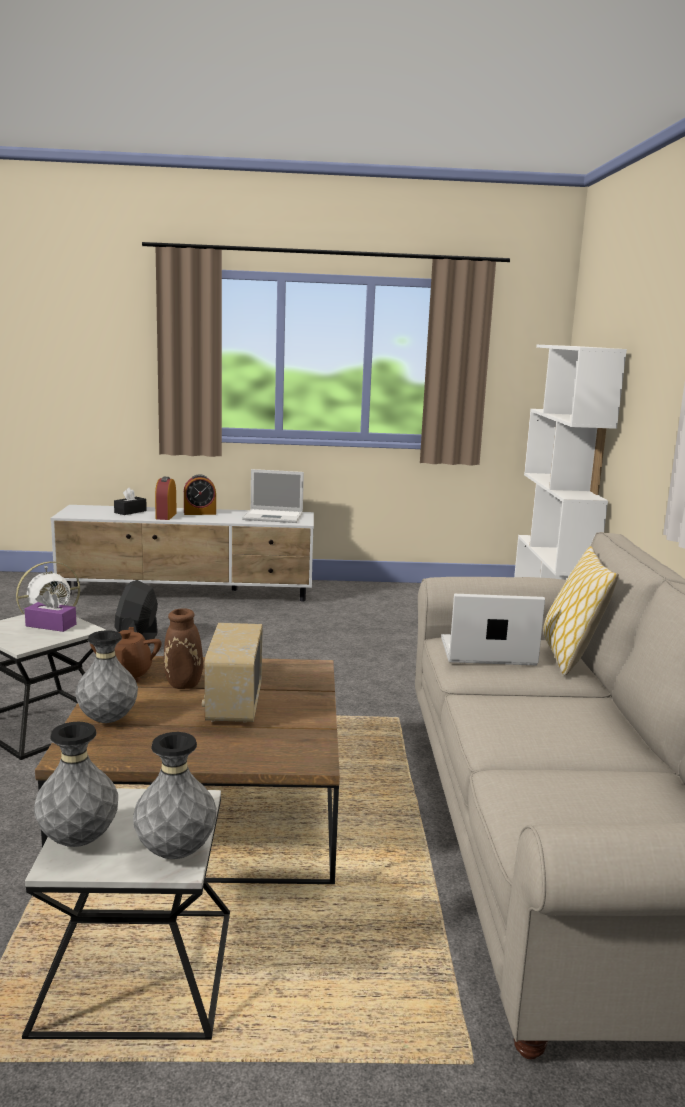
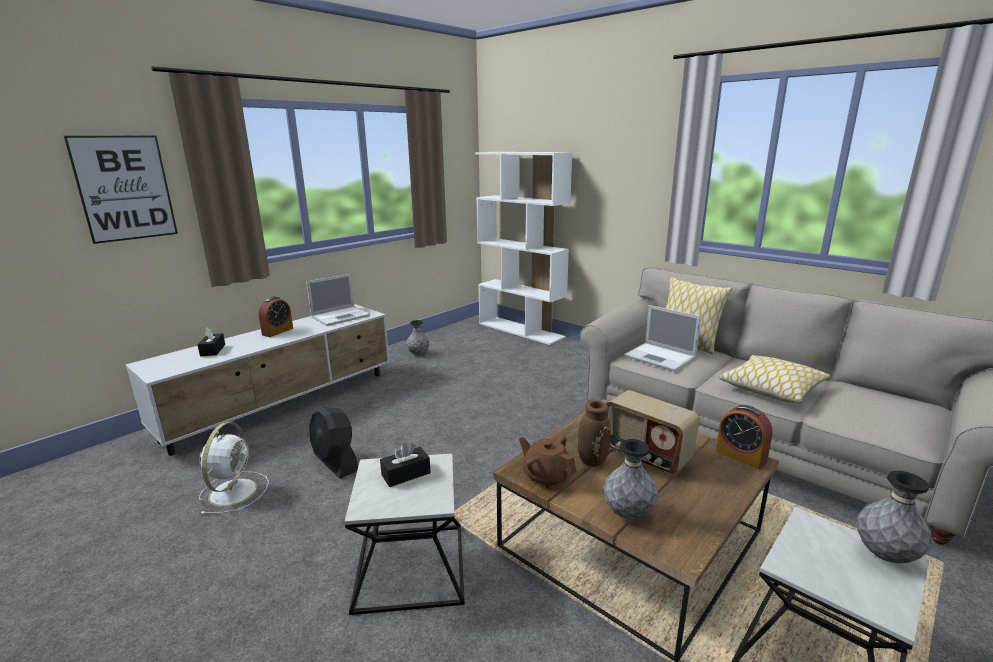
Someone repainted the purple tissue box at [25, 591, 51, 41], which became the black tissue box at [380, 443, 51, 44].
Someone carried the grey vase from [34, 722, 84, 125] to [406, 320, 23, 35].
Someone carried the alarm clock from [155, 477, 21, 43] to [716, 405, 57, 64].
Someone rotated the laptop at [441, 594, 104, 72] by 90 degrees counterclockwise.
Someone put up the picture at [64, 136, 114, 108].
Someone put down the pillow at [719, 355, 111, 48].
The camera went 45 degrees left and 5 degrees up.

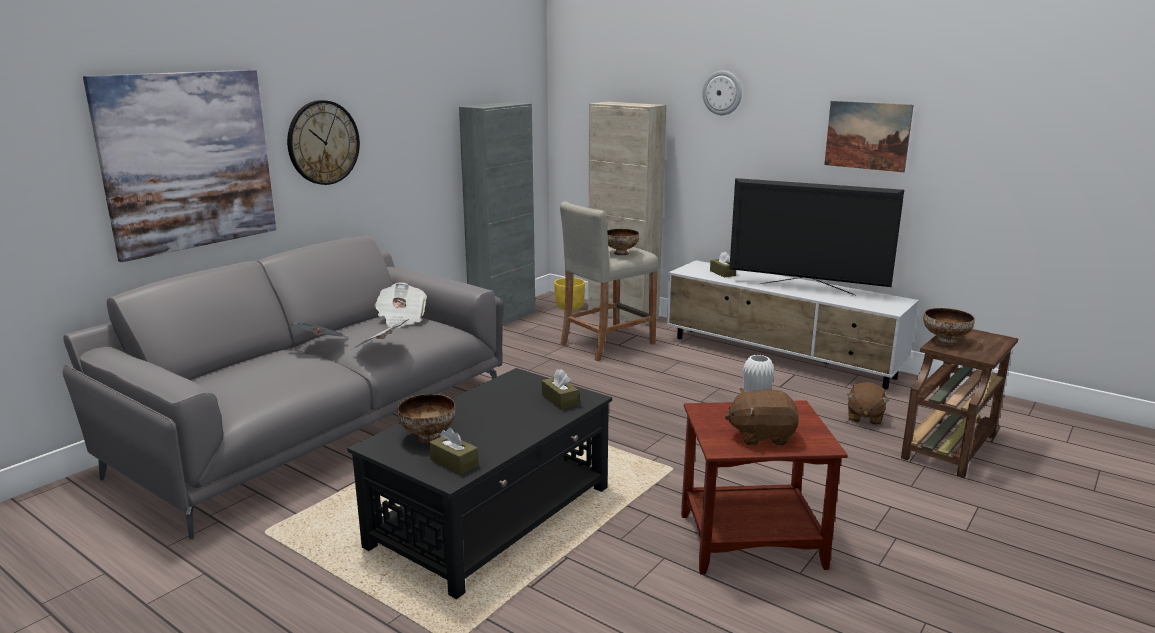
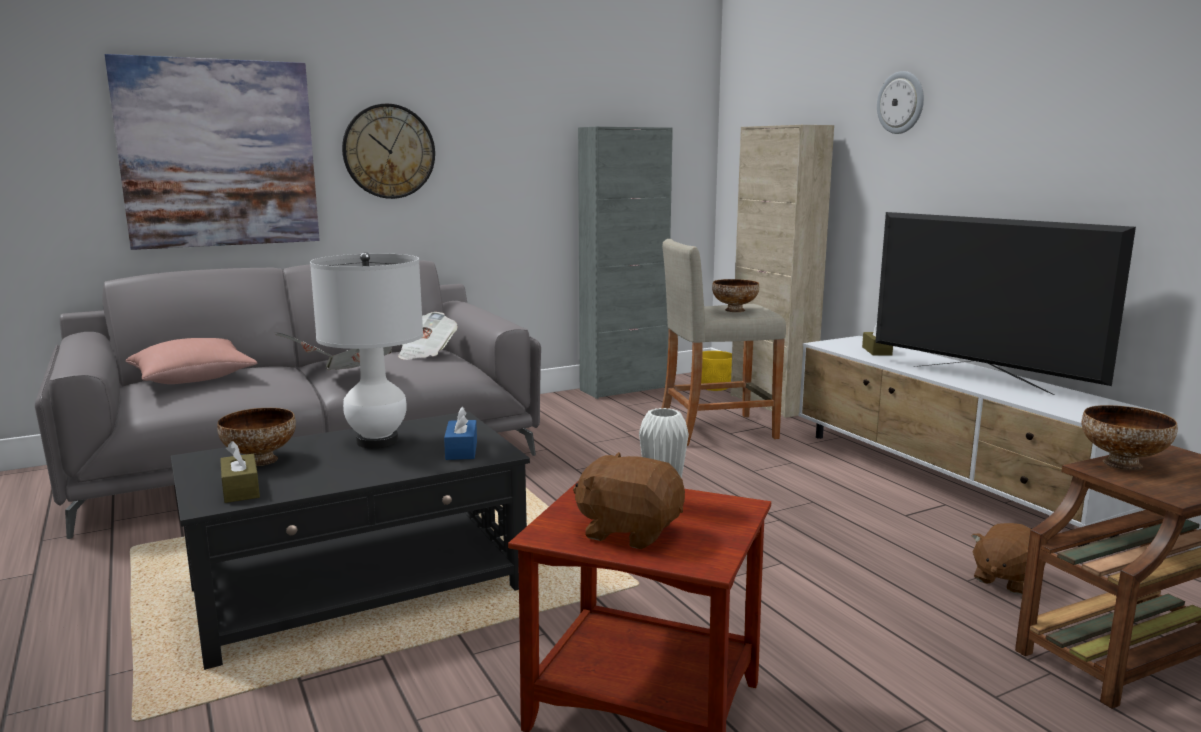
Someone repainted the brown tissue box at [542, 369, 37, 41], which became the blue tissue box at [444, 407, 33, 53].
Someone took away the picture at [824, 101, 90, 71].
Someone put down the pink pillow at [126, 338, 131, 46].
Someone put down the white table lamp at [310, 252, 113, 196].
The camera went 25 degrees right and 5 degrees down.

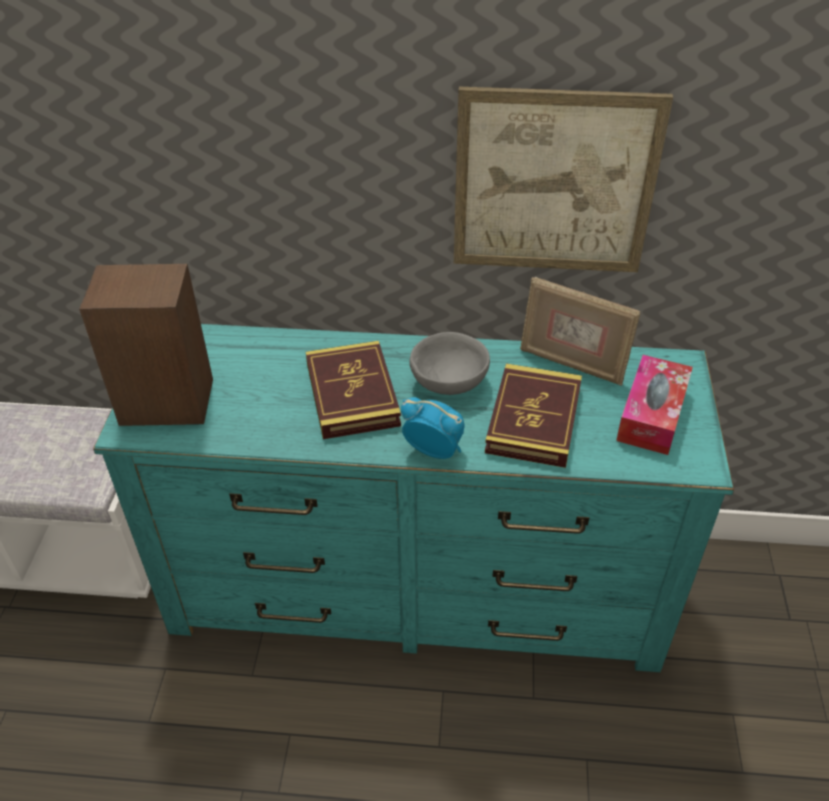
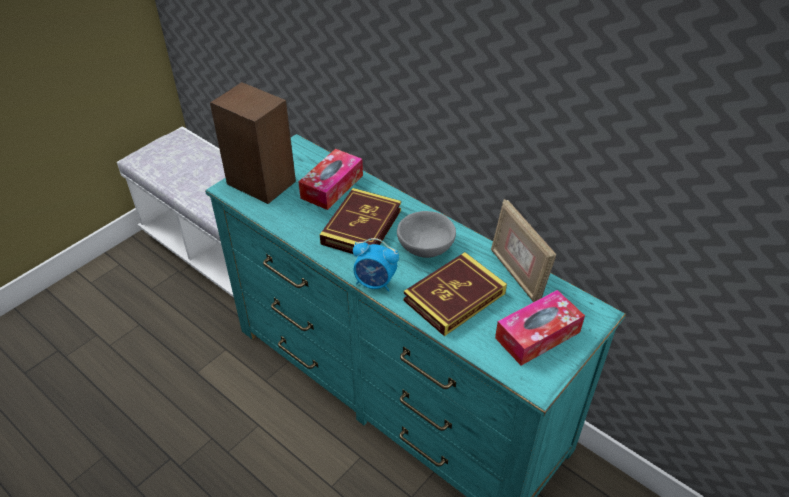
Someone rotated the alarm clock at [401, 397, 64, 62] by 135 degrees clockwise.
Someone took away the picture at [454, 87, 219, 185].
Someone put down the tissue box at [298, 149, 65, 61].
The camera went 35 degrees right and 0 degrees up.

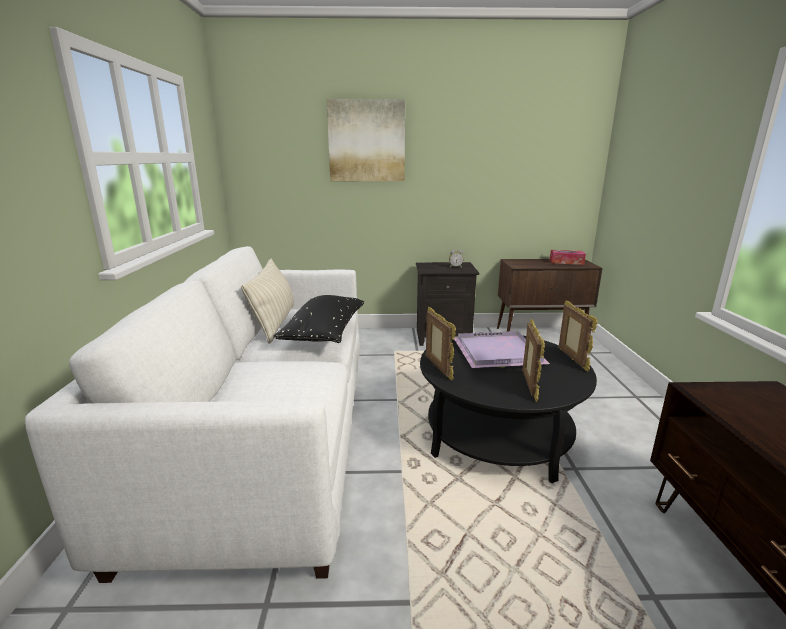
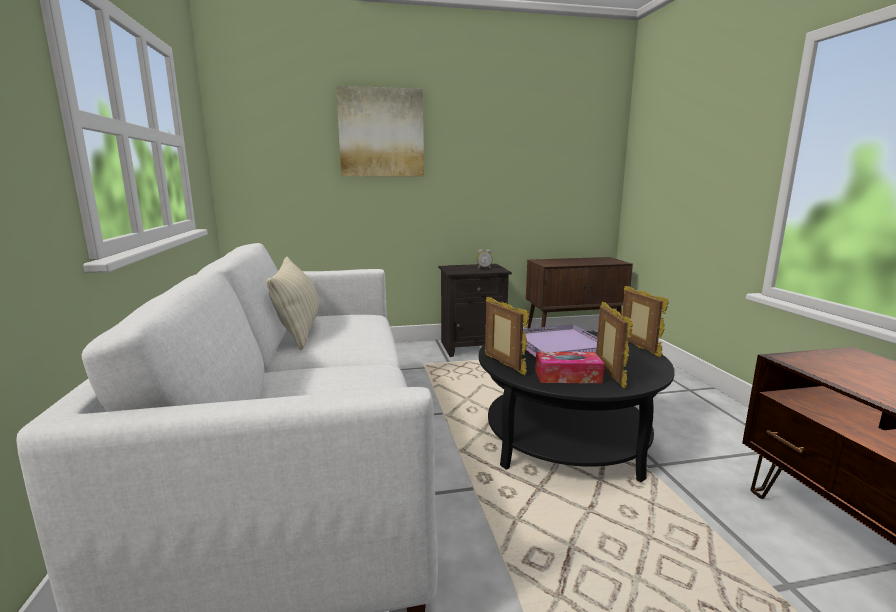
Someone took away the black pillow at [273, 295, 91, 48].
Someone carried the tissue box from [550, 250, 36, 15] to [535, 352, 69, 31].
The camera went 10 degrees left and 5 degrees down.

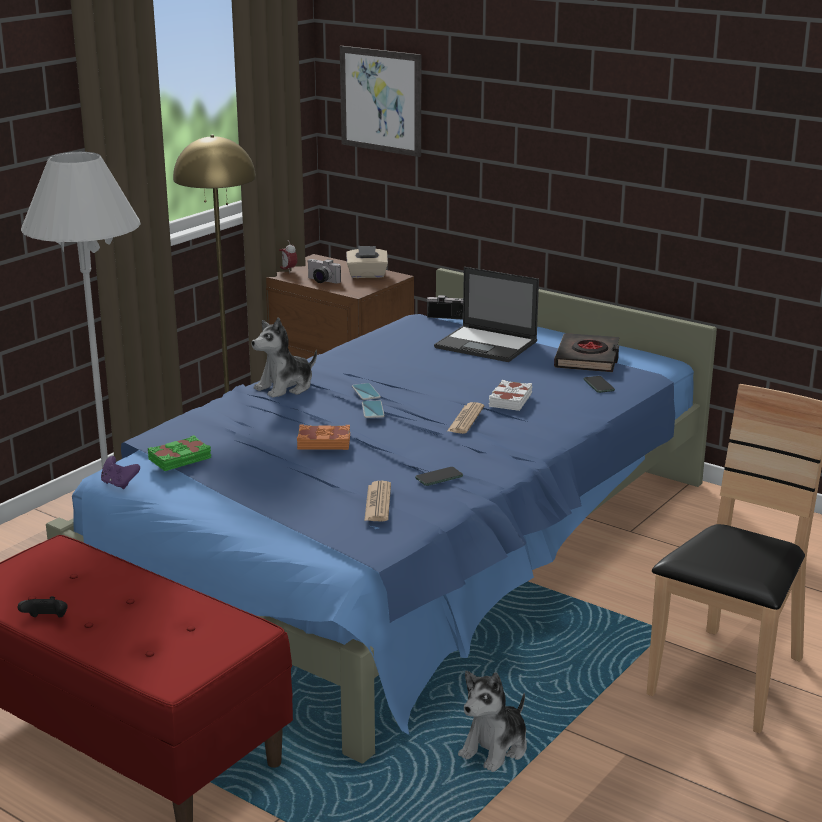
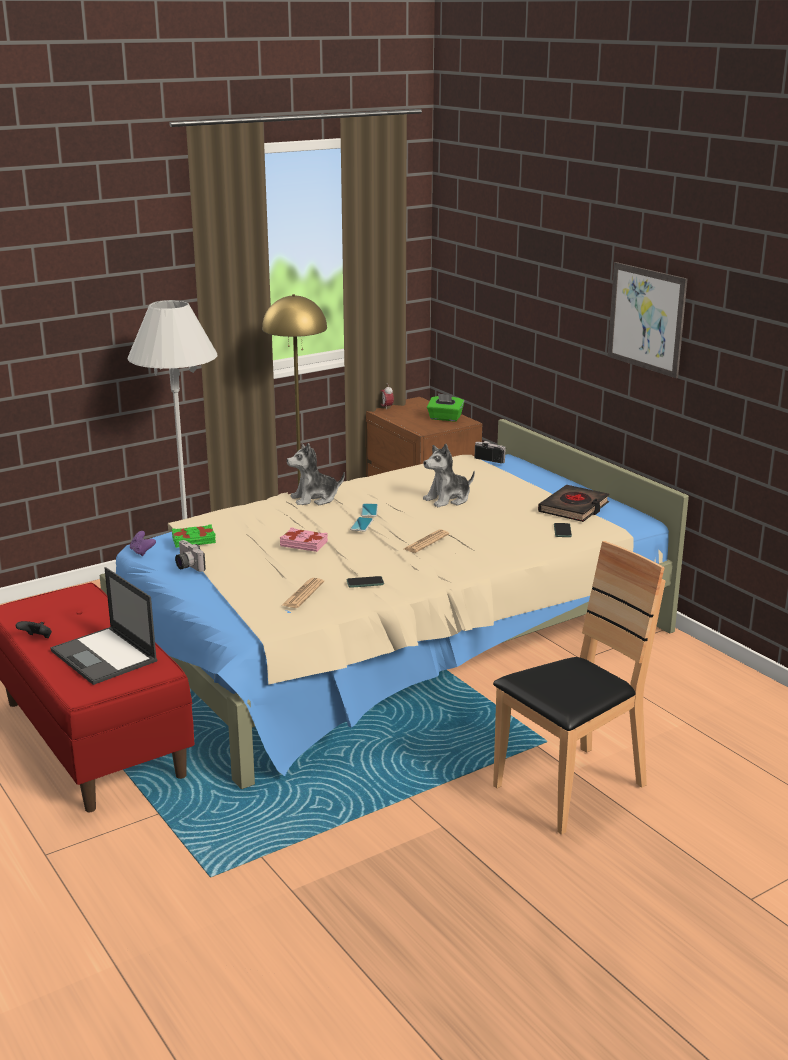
Someone repainted the blue bed at [46, 268, 671, 496], which became the beige bed at [100, 419, 589, 370].
Someone repainted the orange book at [297, 425, 53, 25], which became the pink book at [280, 527, 48, 25].
Someone carried the photo camera from [308, 259, 33, 25] to [175, 540, 31, 32].
Someone carried the picture from [340, 46, 81, 111] to [607, 262, 80, 116].
Someone repainted the beige tissue box at [346, 246, 42, 32], which became the green tissue box at [427, 393, 37, 28].
Someone carried the laptop from [434, 267, 105, 95] to [50, 567, 107, 118].
Someone carried the plush toy from [458, 671, 69, 101] to [423, 444, 52, 63].
Someone took away the white book at [489, 380, 43, 31].
The camera went 20 degrees right and 0 degrees up.

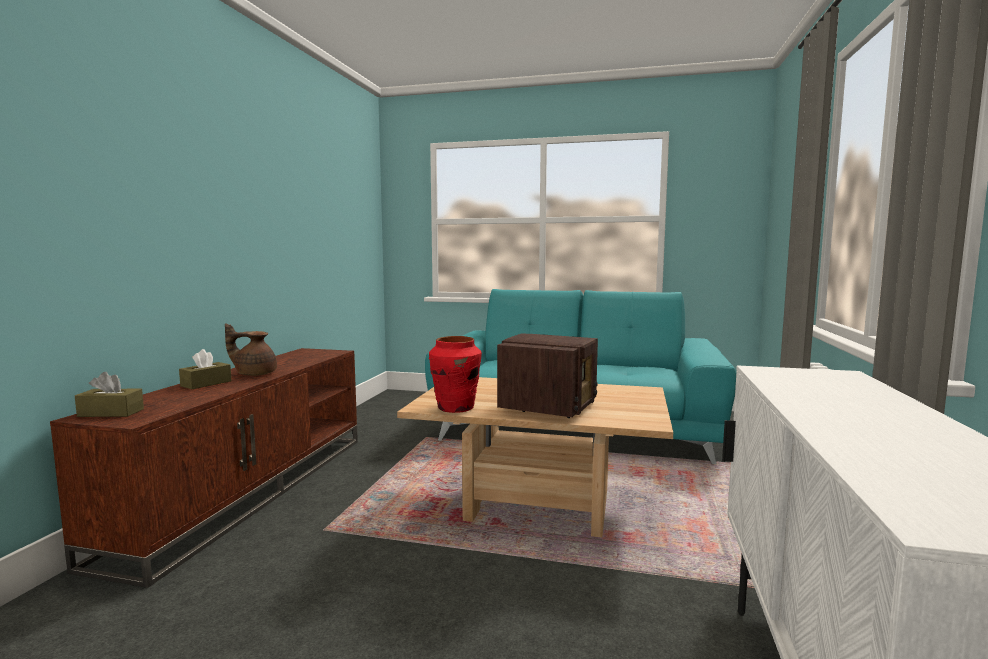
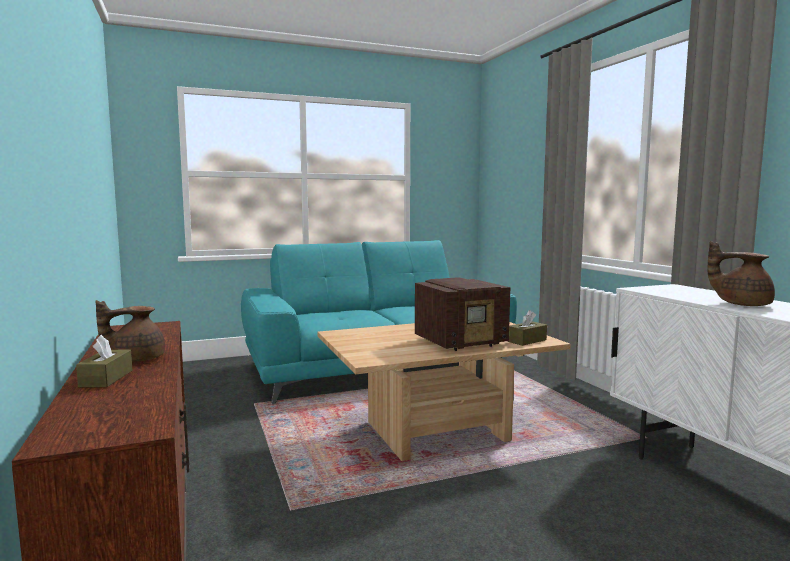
Someone carried the brown tissue box from [75, 372, 69, 45] to [508, 310, 39, 36].
Someone took away the red vase at [429, 336, 53, 77].
Someone rotated the radio at [497, 333, 101, 85] by 75 degrees clockwise.
Someone put down the brown teapot at [707, 241, 68, 65].
The camera went 35 degrees left and 0 degrees up.

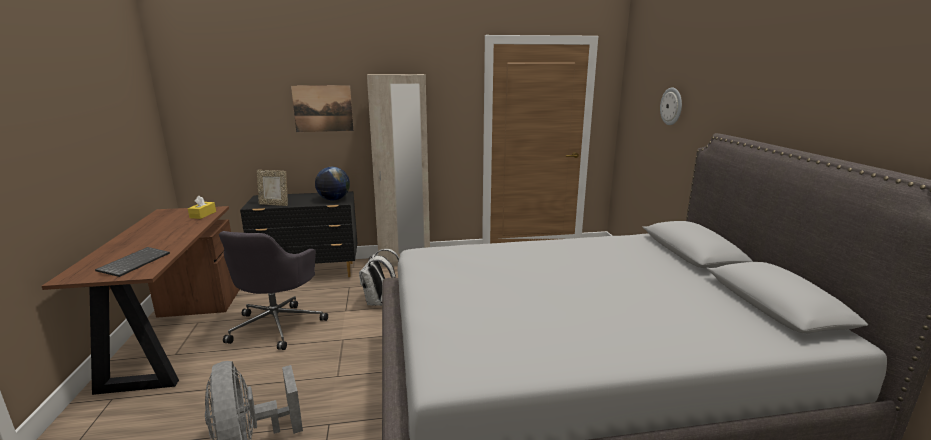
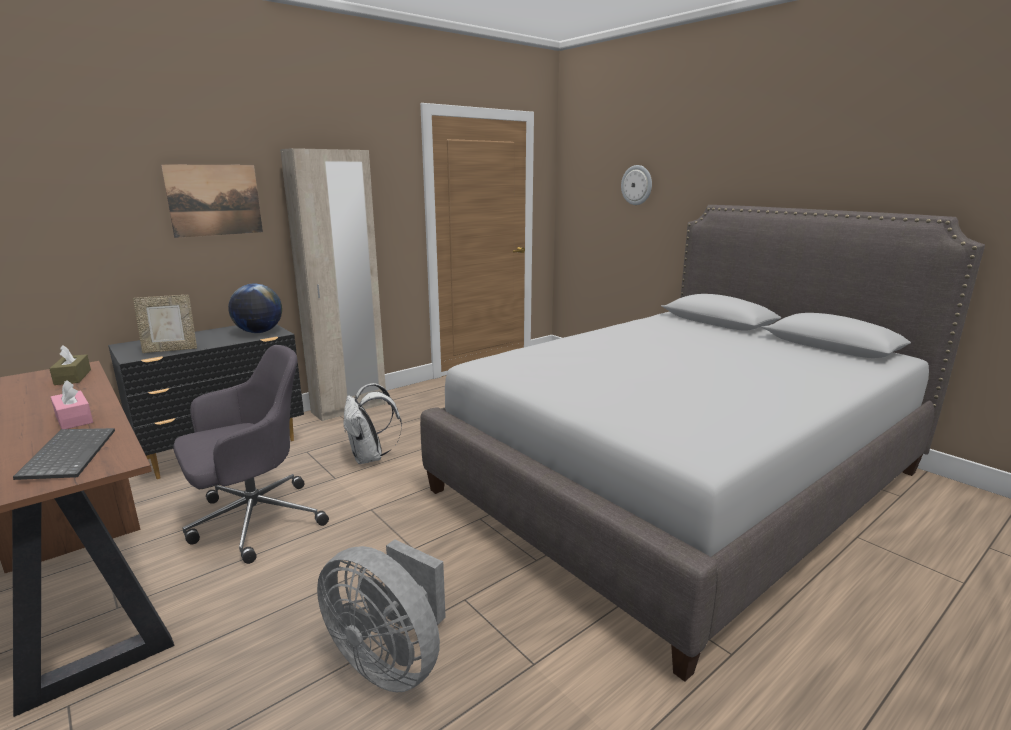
Someone repainted the yellow tissue box at [188, 196, 28, 23], which became the brown tissue box at [49, 345, 42, 40].
Someone rotated the grey office chair at [219, 231, 109, 119] by 105 degrees counterclockwise.
Someone put down the pink tissue box at [51, 380, 42, 49].
The camera went 30 degrees left and 0 degrees up.

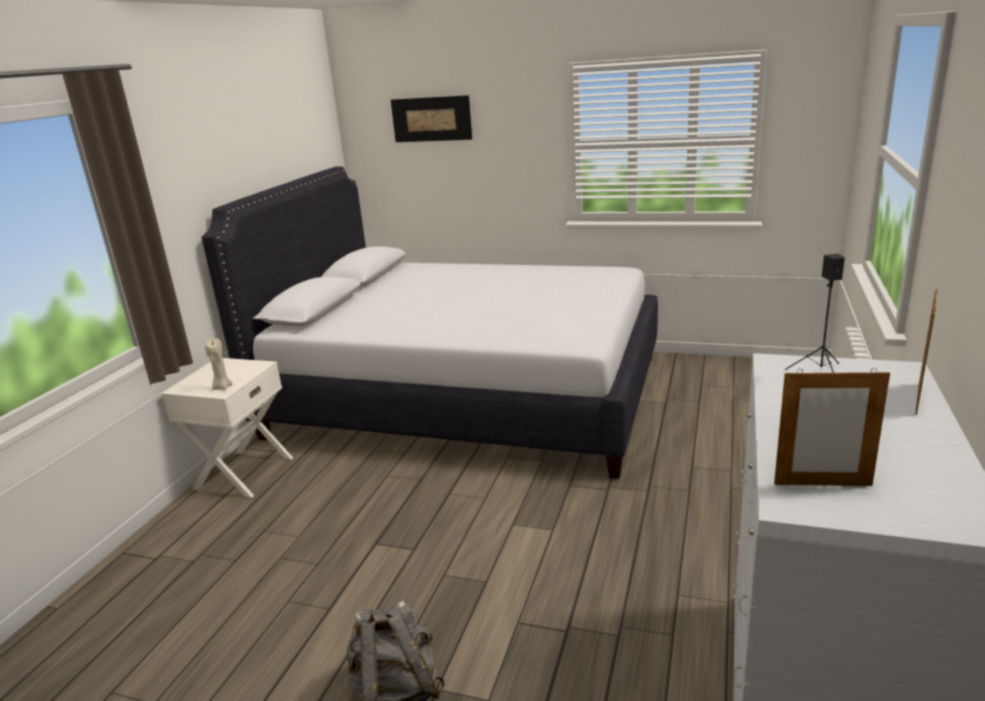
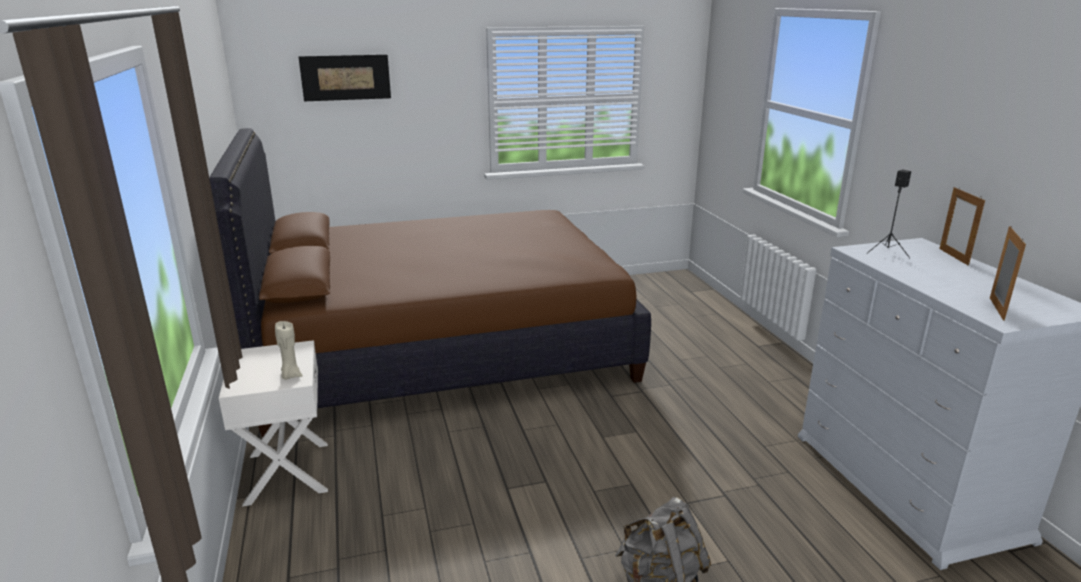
Someone repainted the white bed at [201, 166, 457, 313], which became the brown bed at [209, 128, 442, 310].
Someone rotated the picture frame at [774, 368, 116, 118] by 45 degrees counterclockwise.
The camera went 35 degrees left and 0 degrees up.

